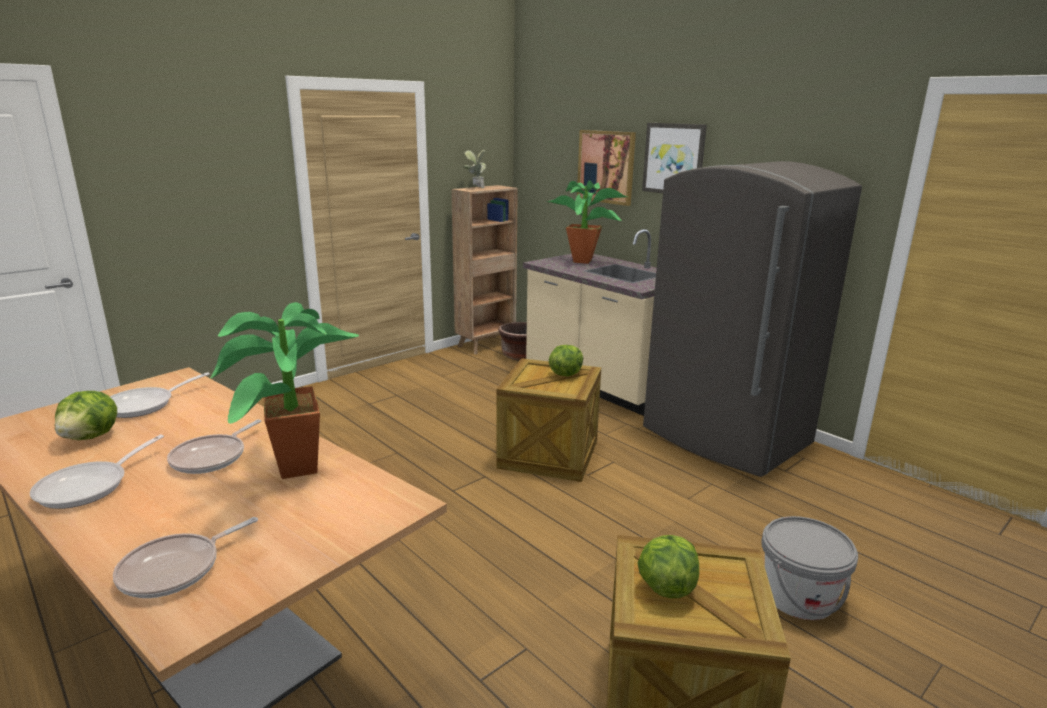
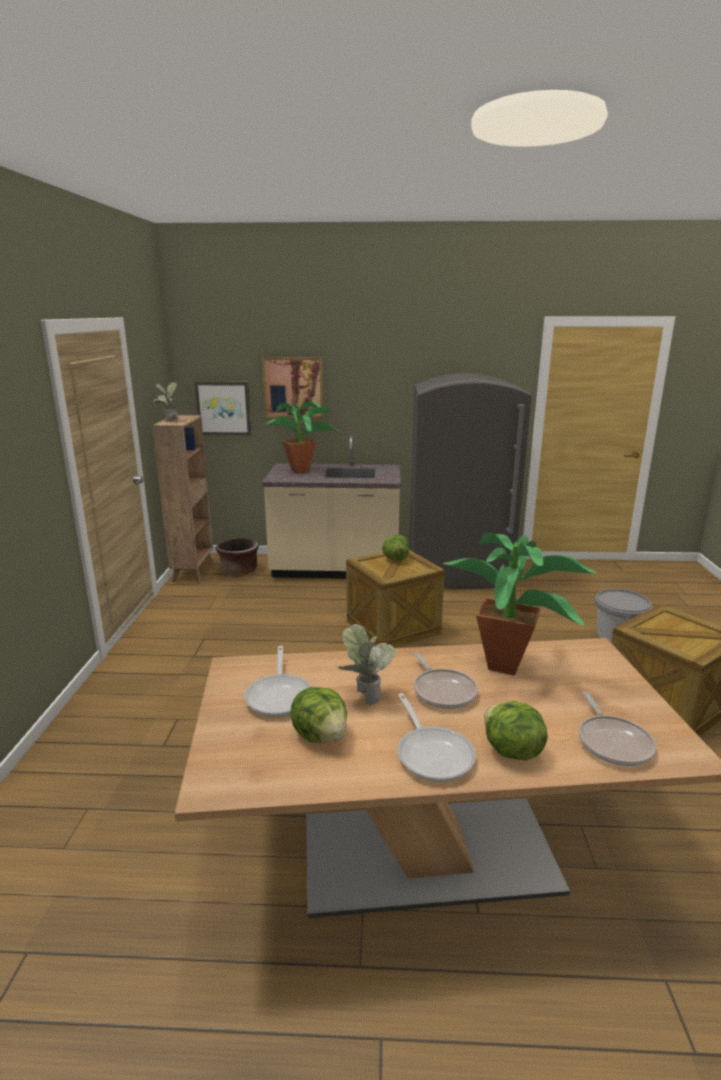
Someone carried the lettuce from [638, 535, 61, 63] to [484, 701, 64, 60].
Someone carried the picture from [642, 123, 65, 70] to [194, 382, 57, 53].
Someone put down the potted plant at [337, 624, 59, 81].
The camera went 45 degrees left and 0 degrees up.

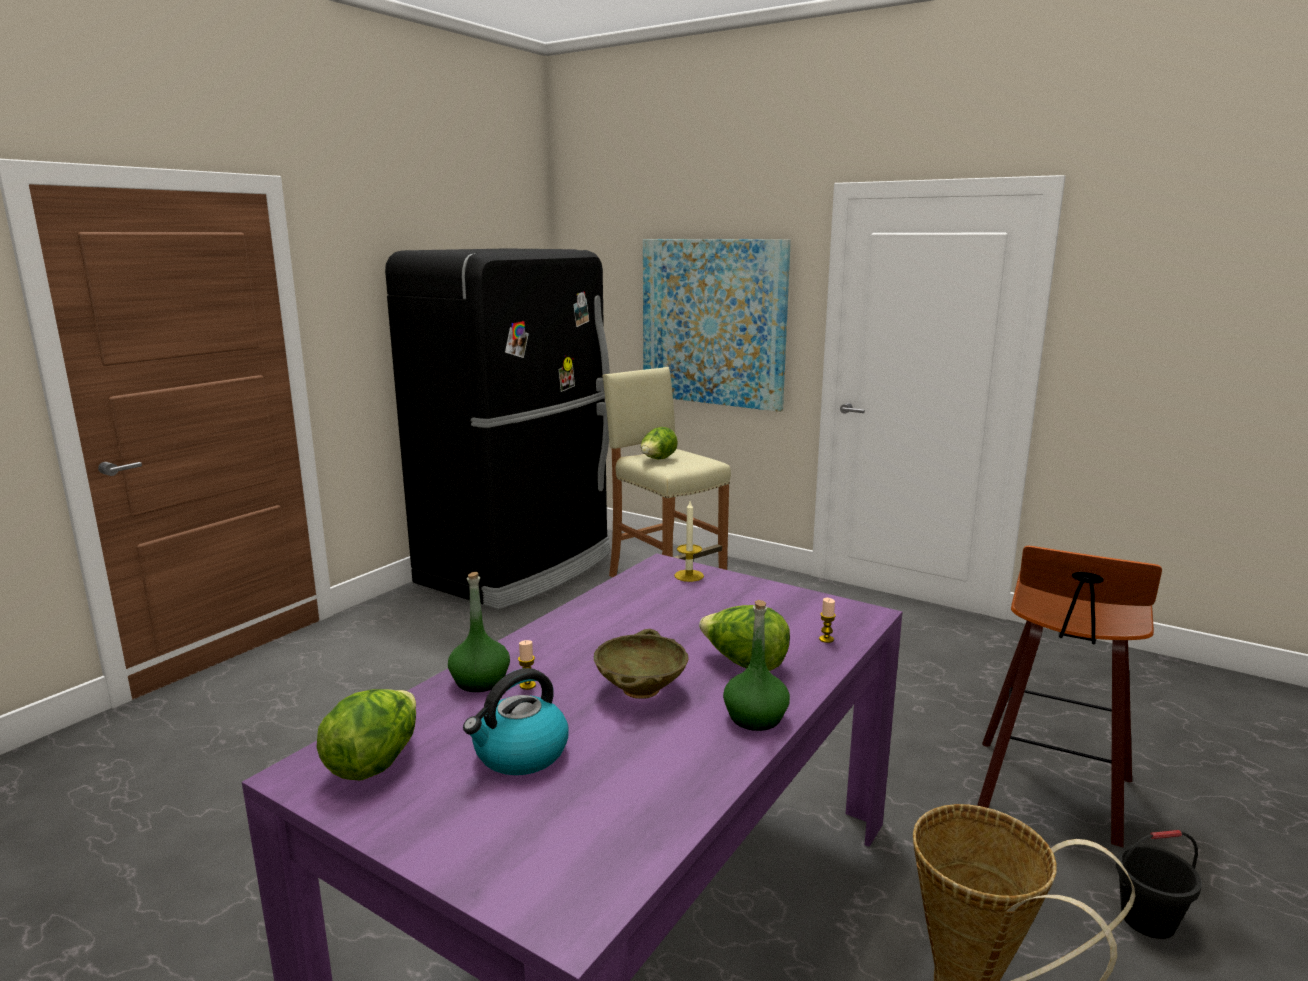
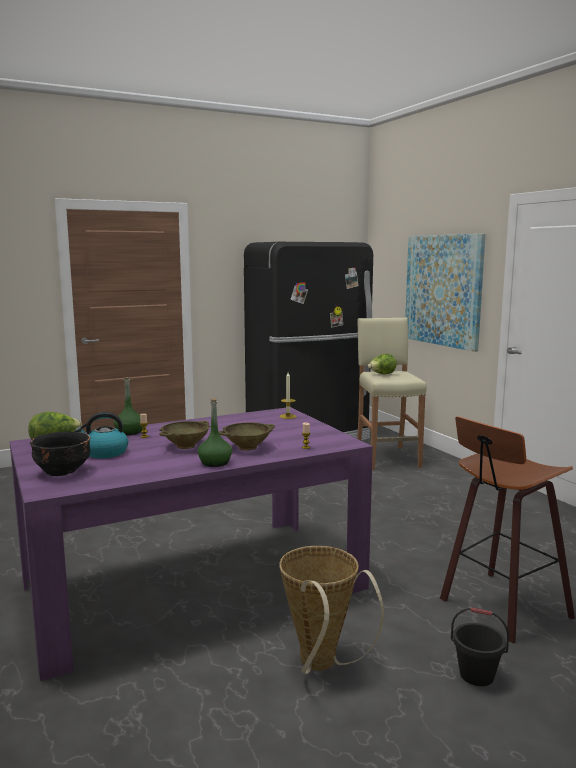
Someone swapped the lettuce at [699, 605, 91, 66] for the beige bowl at [219, 423, 56, 28].
Someone put down the black bowl at [30, 432, 61, 44].
The camera went 30 degrees right and 5 degrees down.

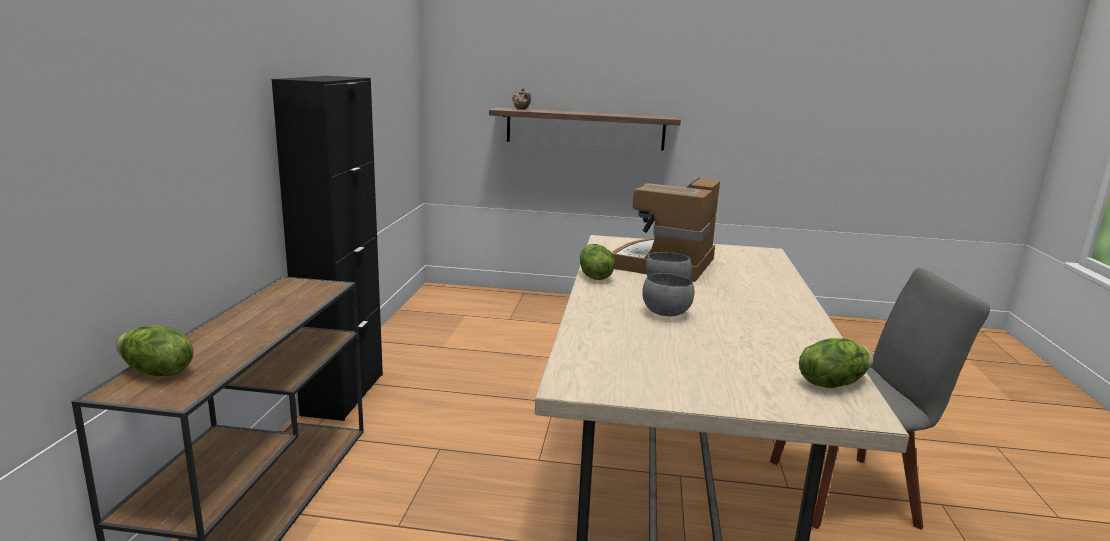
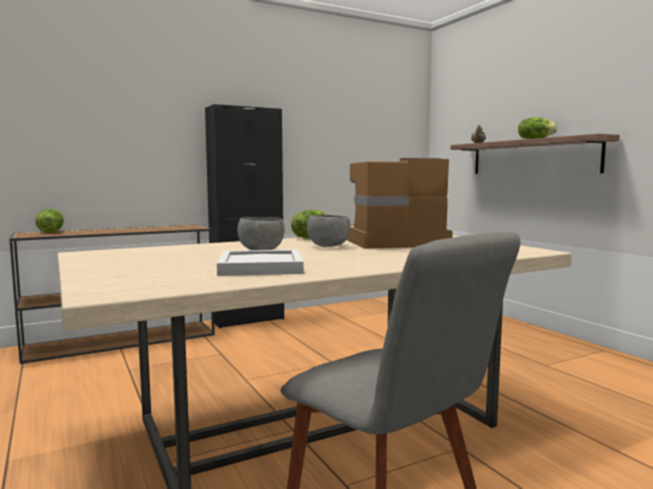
Someone carried the lettuce from [799, 338, 75, 50] to [518, 117, 40, 22].
Someone put down the white tray at [217, 250, 87, 26].
The camera went 55 degrees right and 10 degrees down.

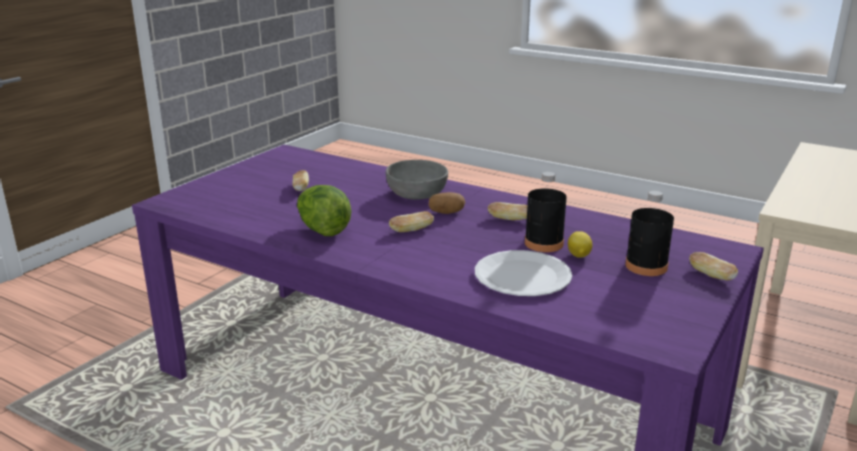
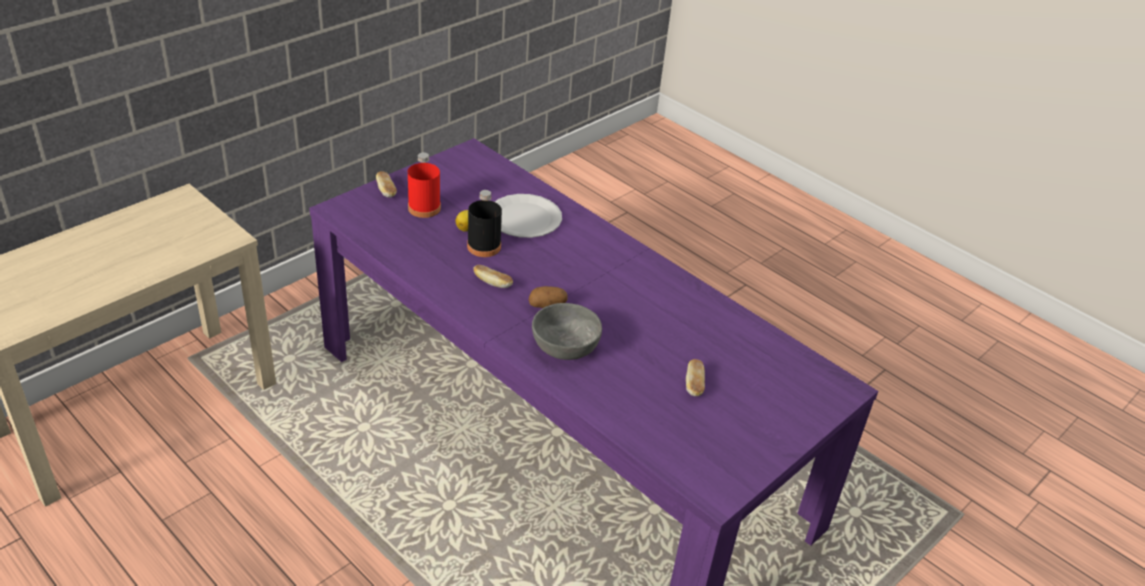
Someone took away the lettuce at [297, 185, 55, 51].
Someone took away the bread at [389, 211, 45, 21].
Someone repainted the black bottle at [625, 191, 49, 85], which became the red bottle at [408, 152, 33, 66].
The camera went 170 degrees left and 15 degrees up.

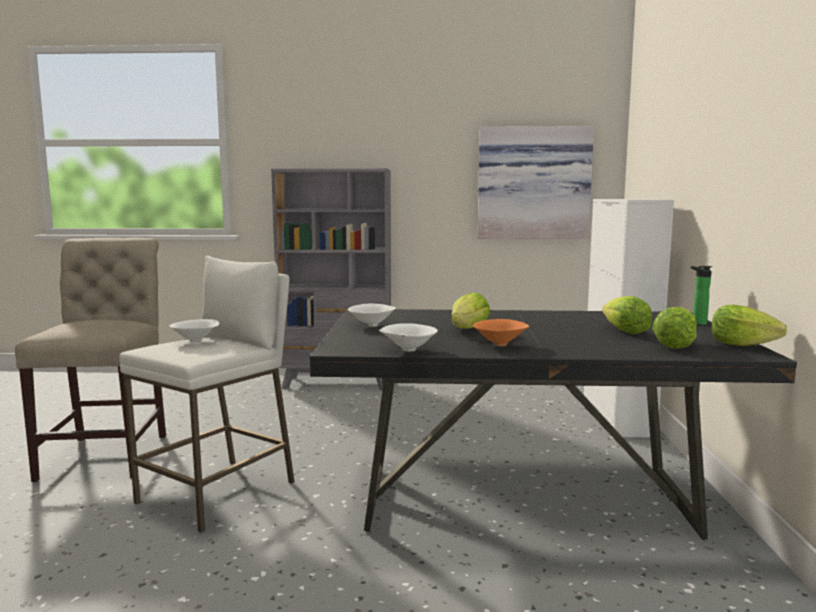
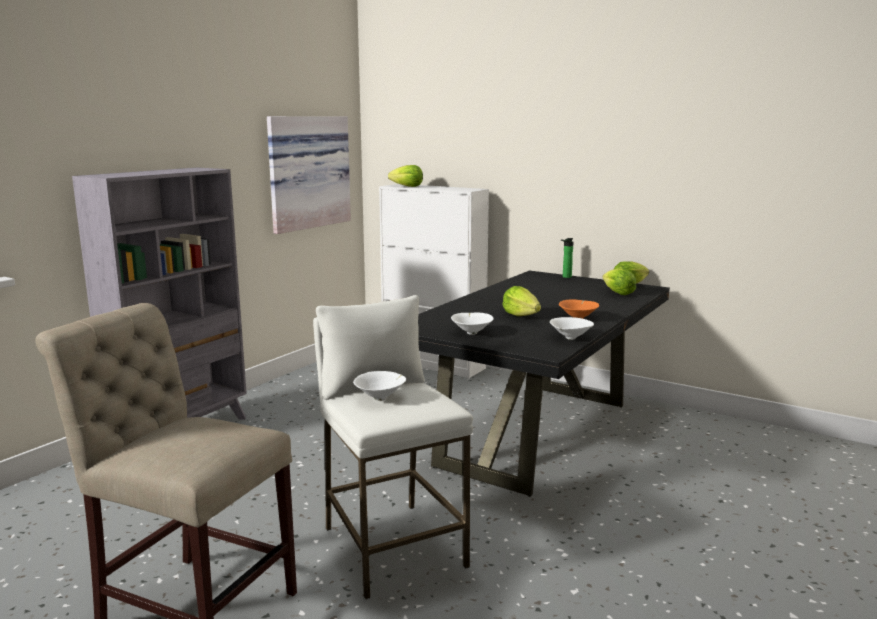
Someone carried the lettuce from [602, 296, 50, 38] to [388, 165, 35, 22].
The camera went 60 degrees left and 5 degrees up.

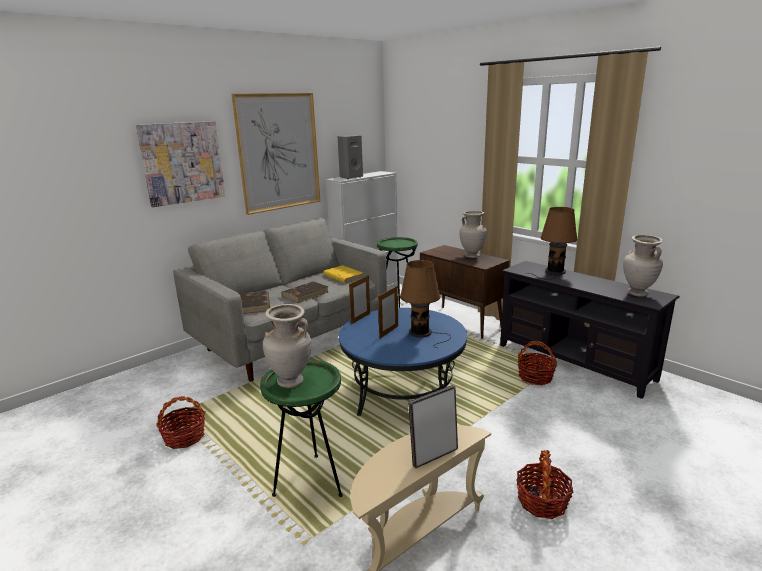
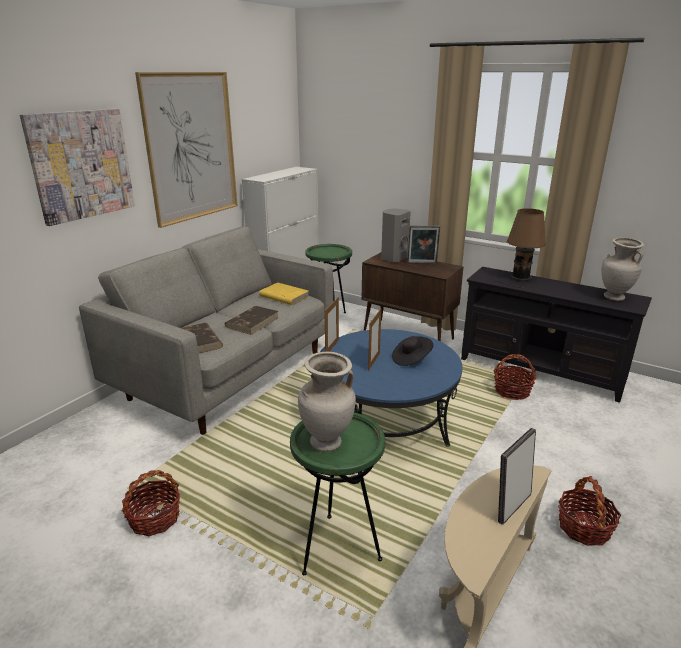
Someone carried the grey speaker from [338, 135, 25, 44] to [381, 208, 30, 55].
Someone swapped the brown table lamp at [400, 260, 51, 88] for the black hat at [392, 336, 41, 30].
Someone swapped the beige vase at [459, 211, 28, 47] for the picture frame at [407, 226, 33, 38].
The camera went 15 degrees left and 5 degrees up.

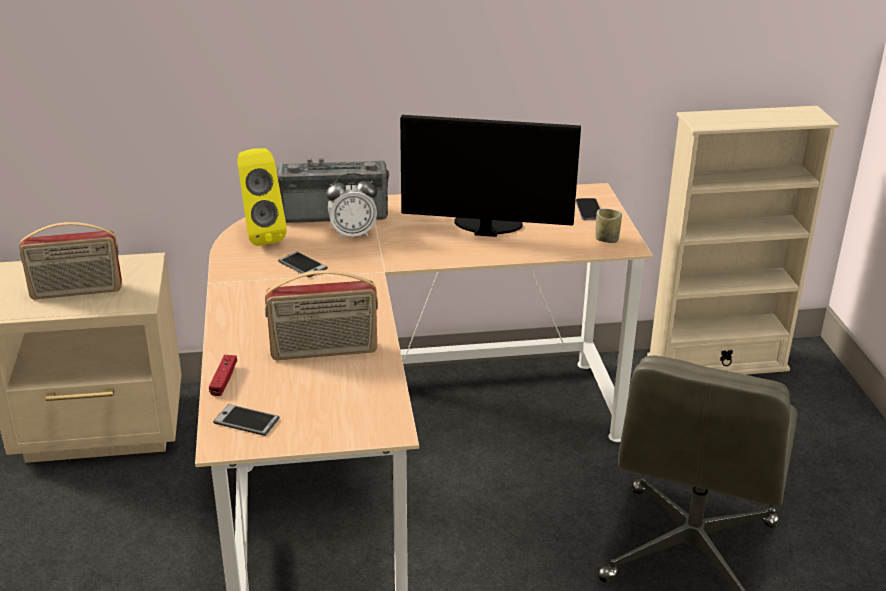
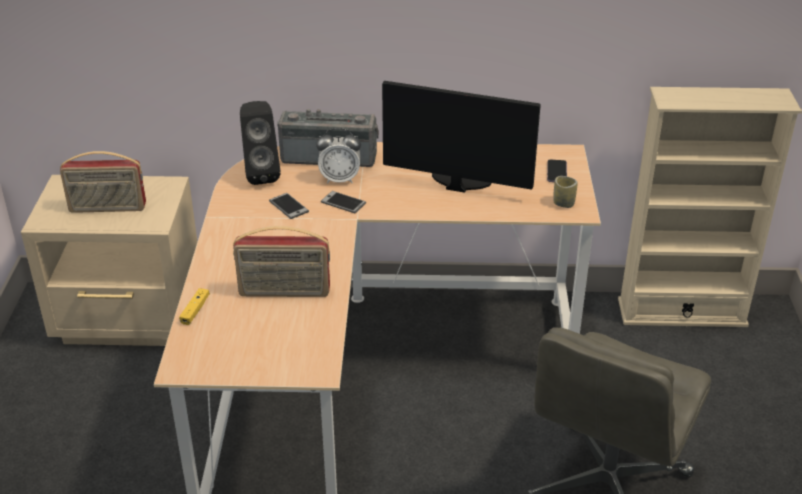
Someone repainted the red game controller at [209, 355, 28, 41], which became the yellow game controller at [179, 288, 31, 37].
Someone carried the phone from [213, 404, 67, 32] to [321, 191, 45, 22].
Someone repainted the yellow speaker at [237, 148, 50, 98], which became the black speaker at [240, 101, 41, 84].
The camera went 10 degrees right and 5 degrees up.

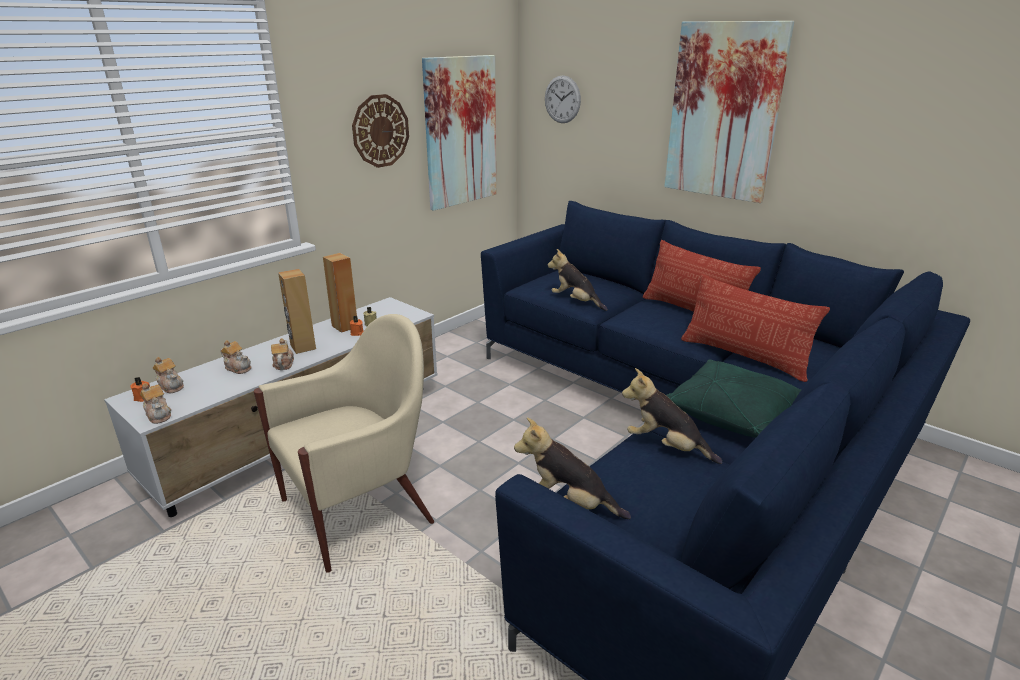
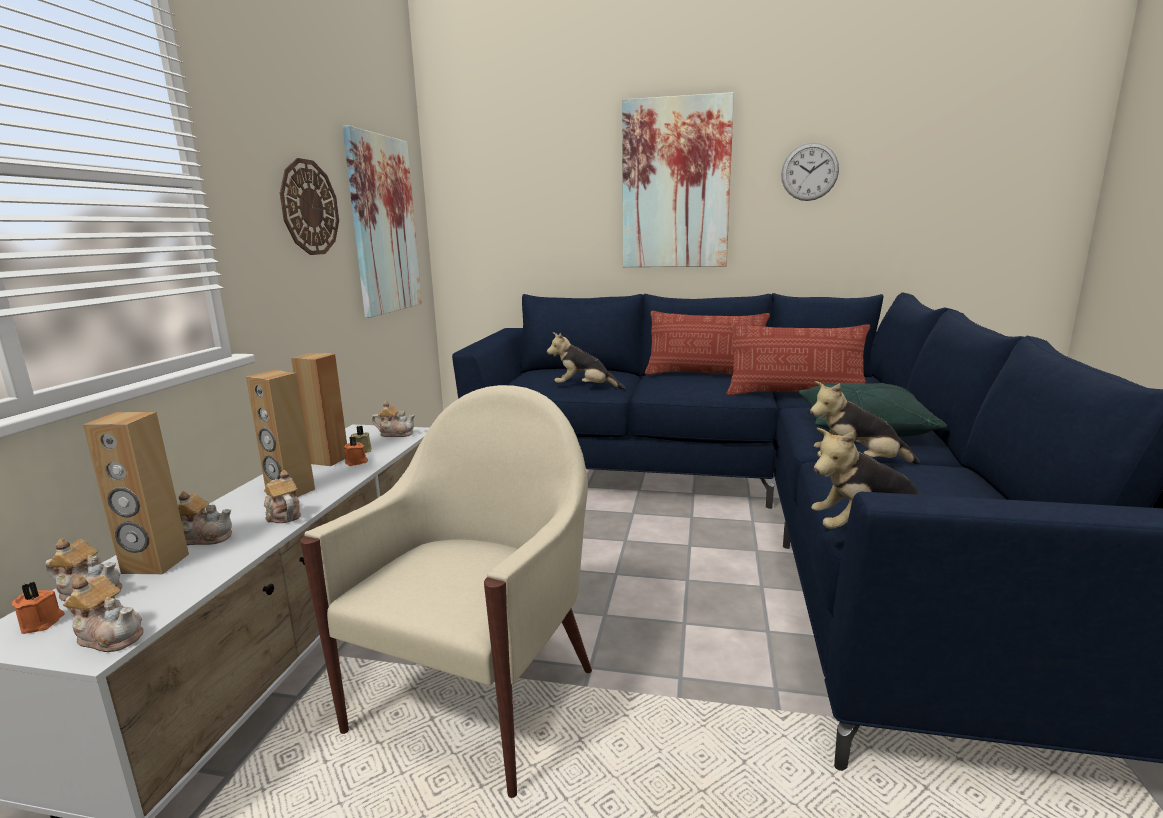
Someone carried the wall clock from [545, 75, 36, 48] to [781, 143, 58, 58].
Someone put down the brown speaker at [83, 412, 106, 162].
Someone put down the teapot at [372, 401, 43, 36].
The camera went 30 degrees left and 10 degrees down.

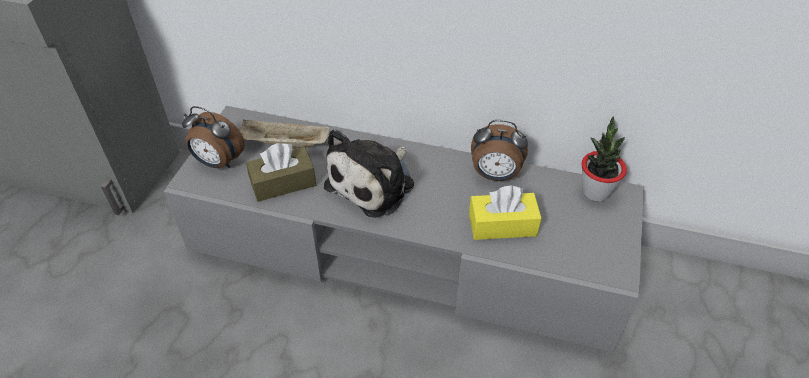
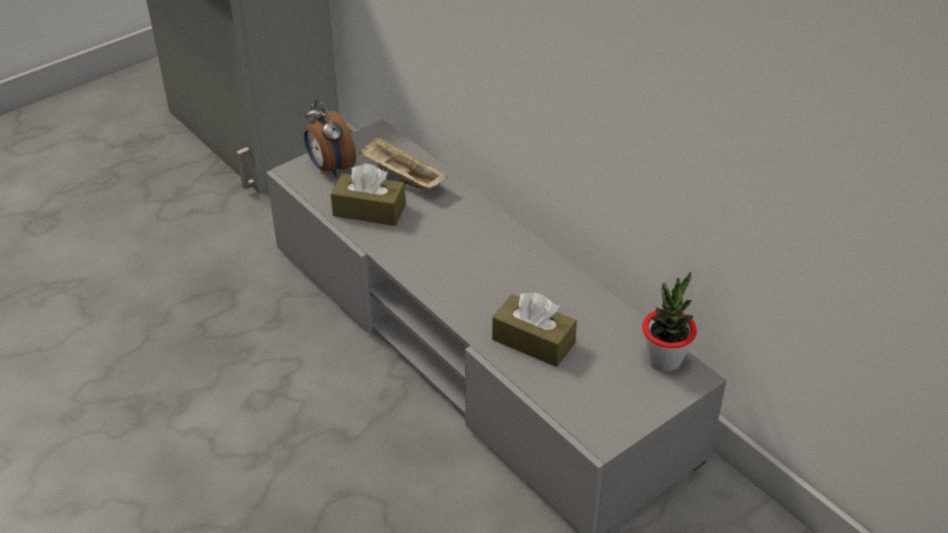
Someone took away the plush toy at [324, 129, 90, 89].
Someone repainted the yellow tissue box at [469, 185, 73, 55], which became the brown tissue box at [492, 293, 85, 74].
Someone took away the alarm clock at [471, 120, 57, 61].
The camera went 35 degrees right and 5 degrees down.

